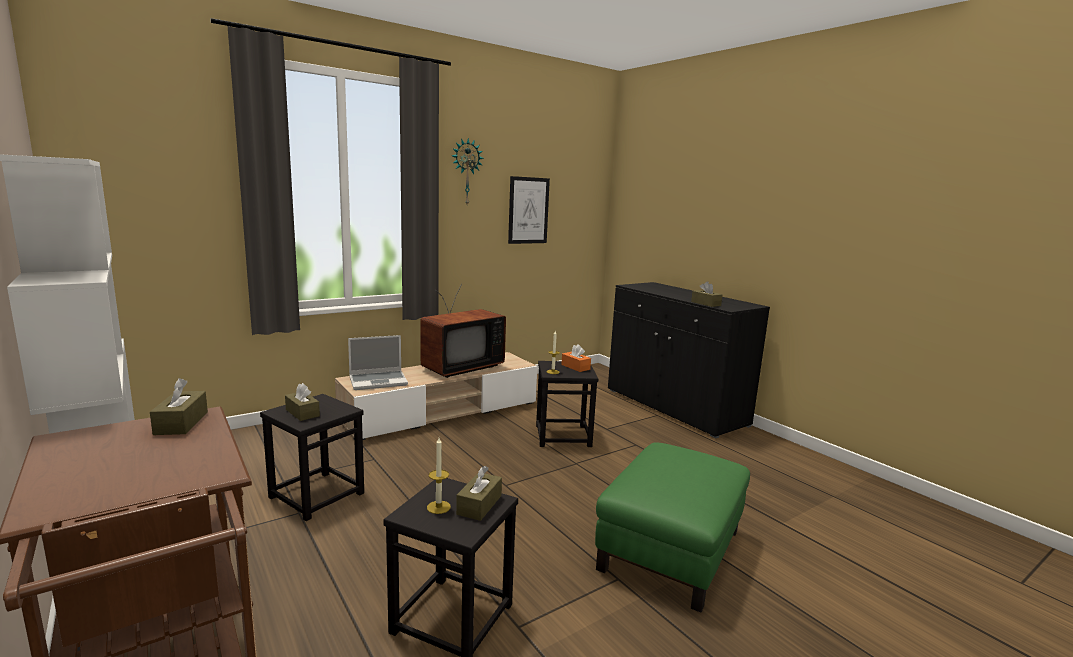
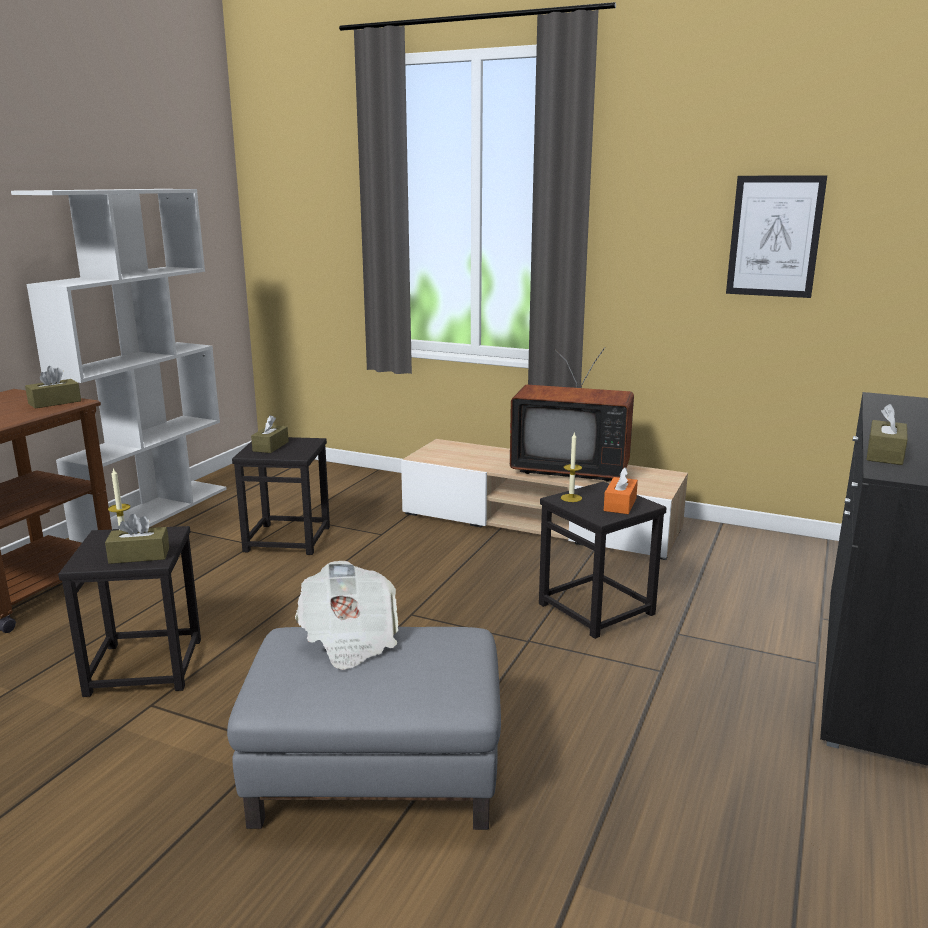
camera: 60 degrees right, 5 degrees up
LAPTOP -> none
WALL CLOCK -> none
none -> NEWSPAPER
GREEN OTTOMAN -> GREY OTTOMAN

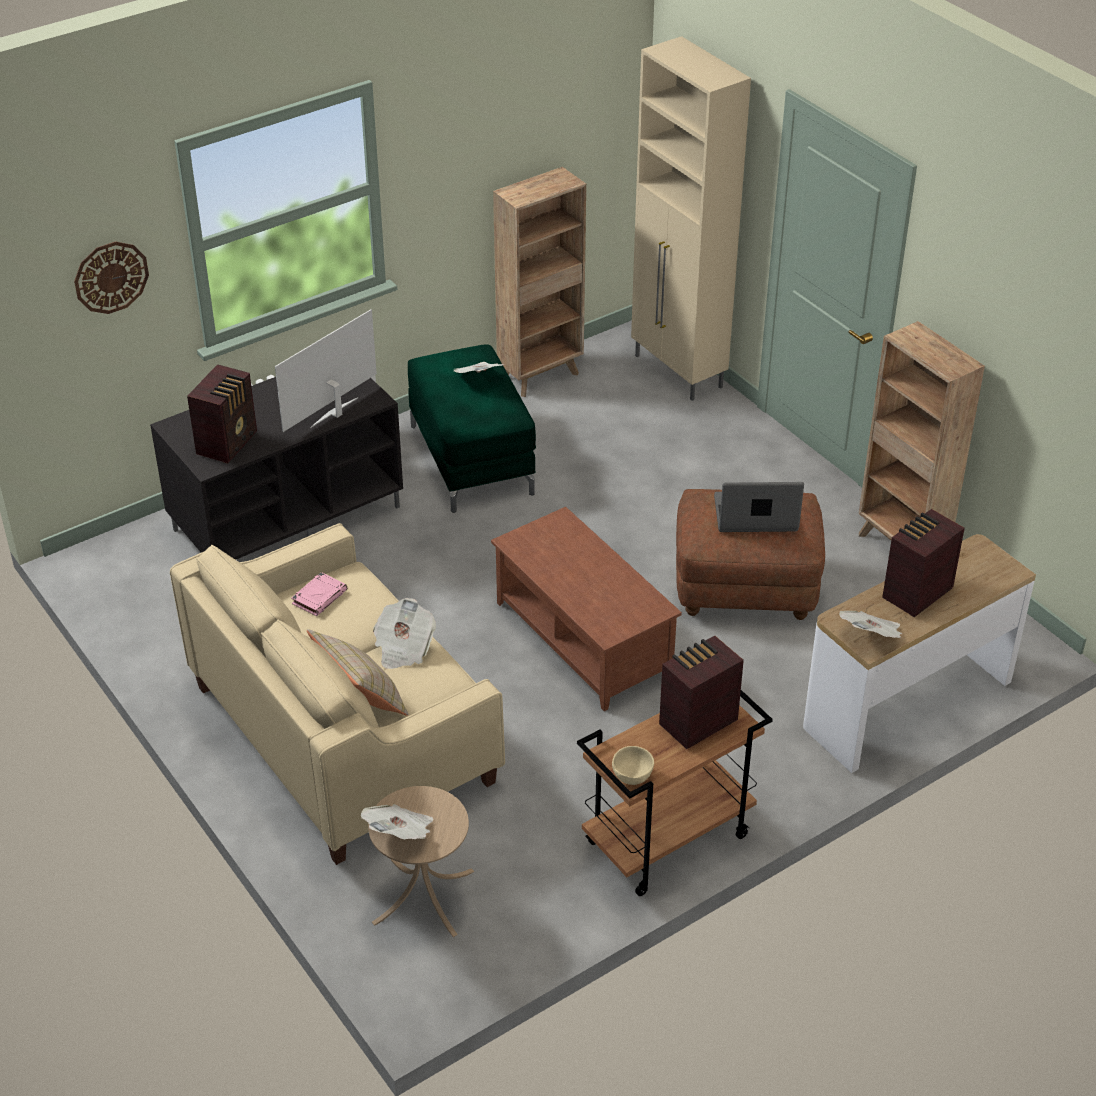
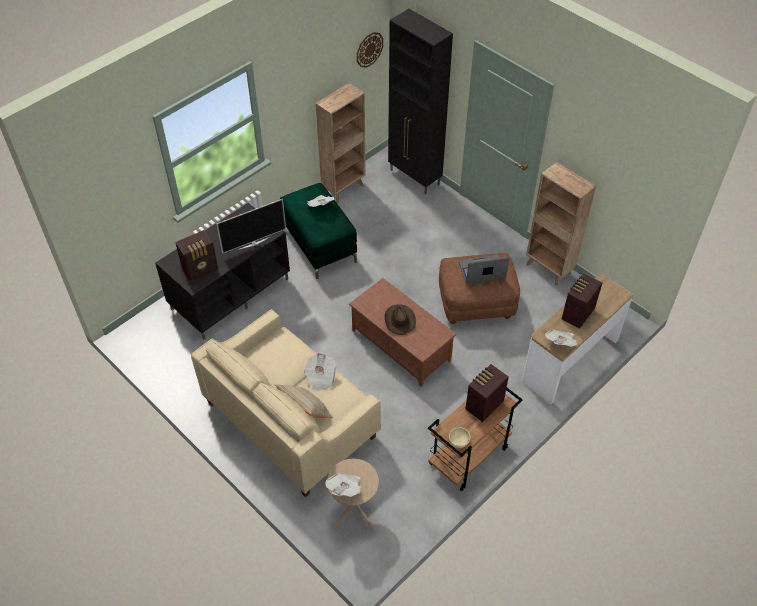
camera: 10 degrees left, 10 degrees up
PINK BOOK -> none
none -> BROWN HAT
WALL CLOCK, relocated
BEIGE CABINET -> BLACK CABINET
RADIO (no. 1 from left), 45 degrees clockwise
TELEVISION, 150 degrees counterclockwise

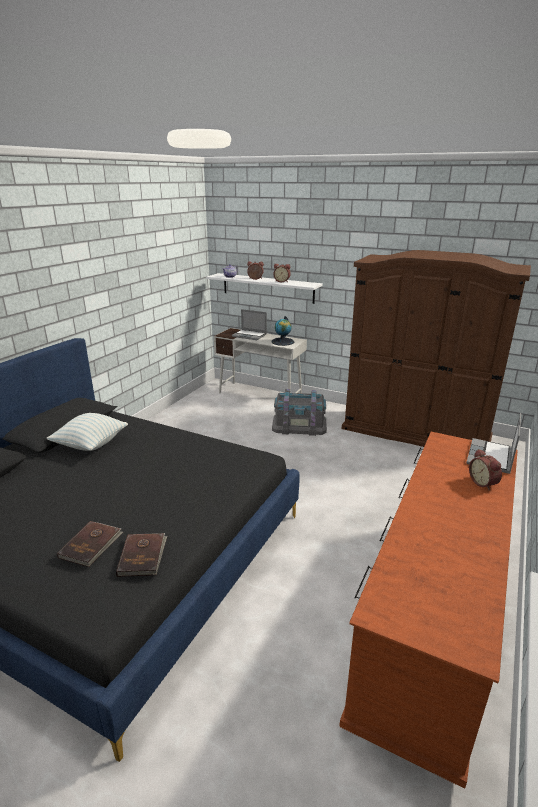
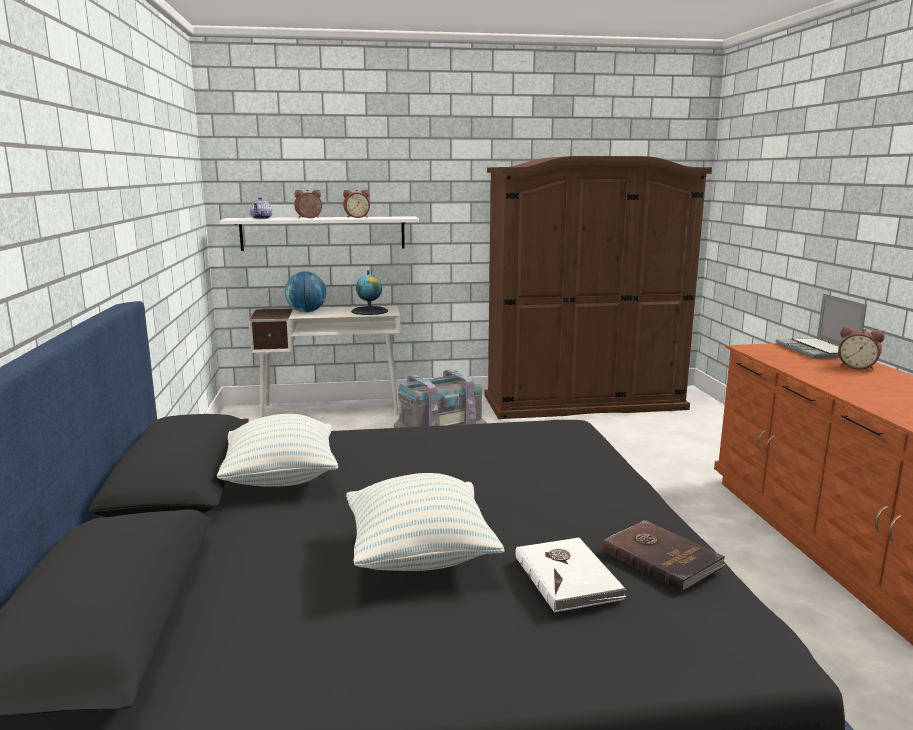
camera: 35 degrees left, 10 degrees down
none -> PILLOW (no. 2 from left)
LAPTOP (no. 1 from left) -> GLOBE (no. 1 from left)
BROWN BOOK (no. 1 from left) -> WHITE BOOK

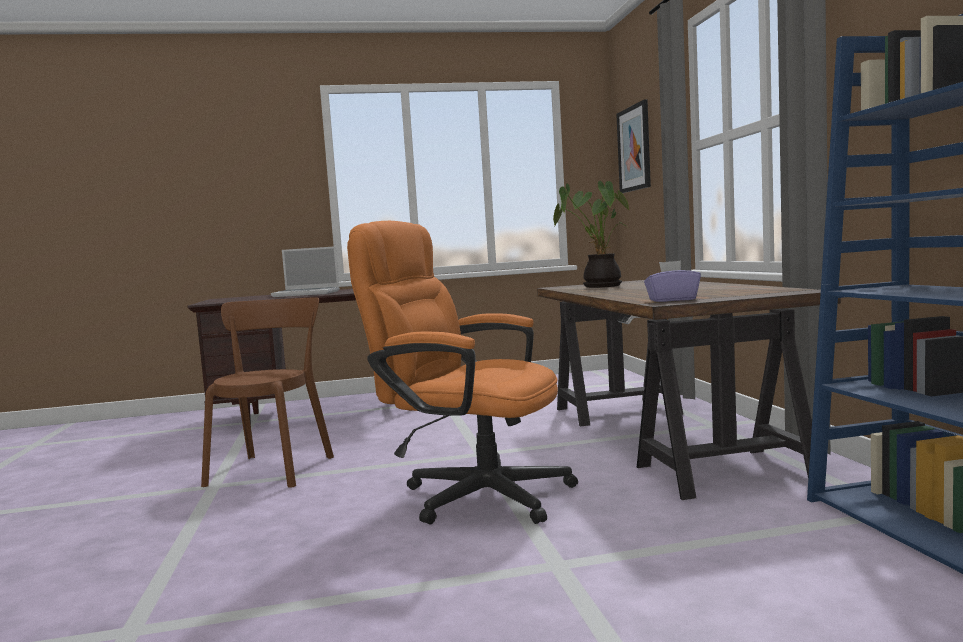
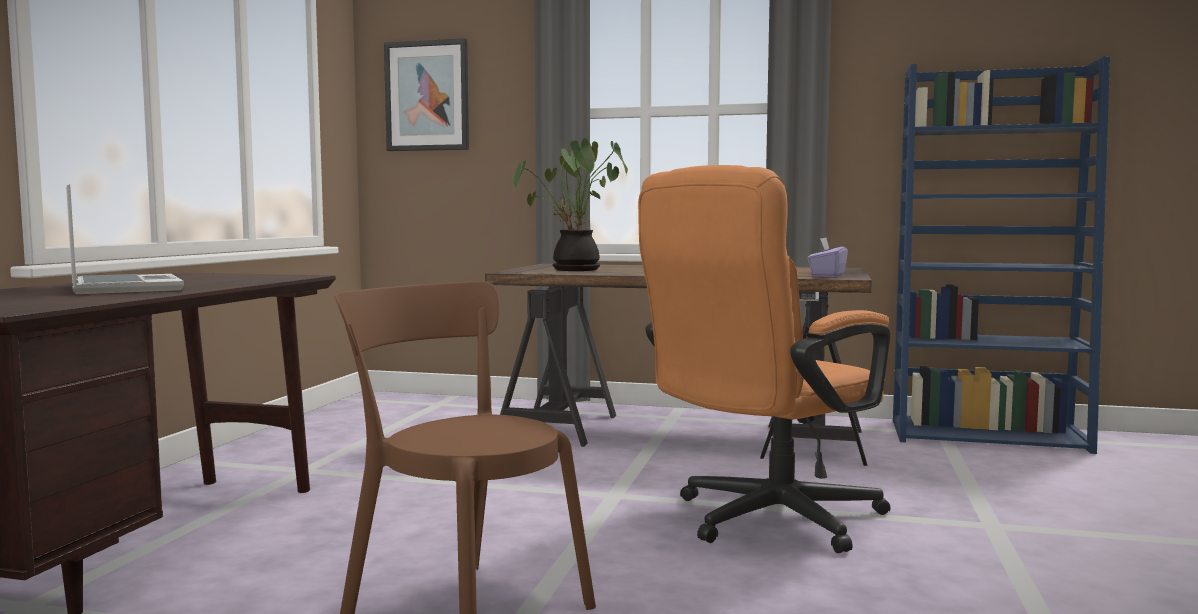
camera: 65 degrees left, 0 degrees up
LAPTOP, 60 degrees counterclockwise

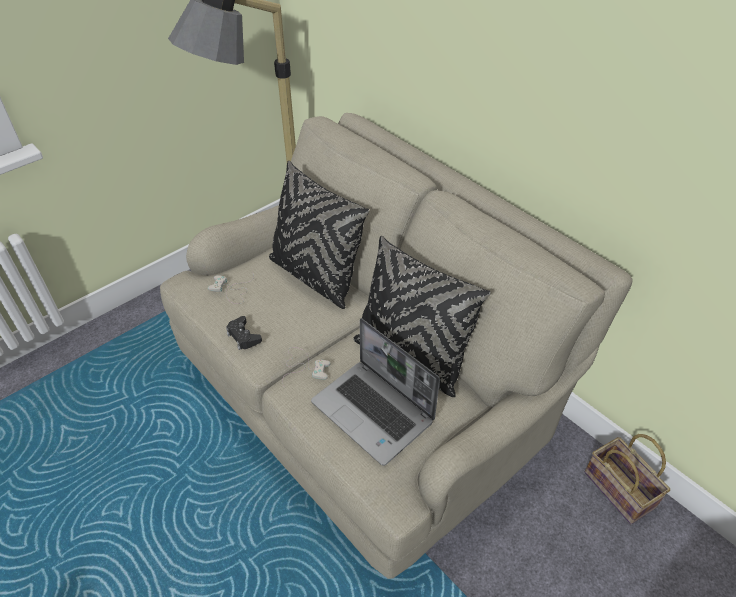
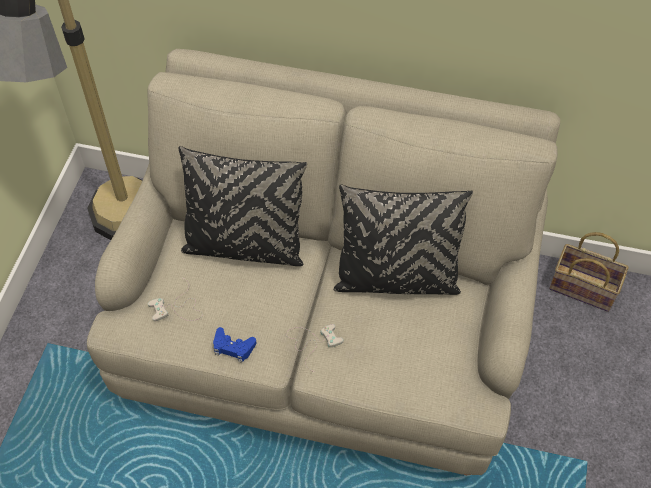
camera: 35 degrees left, 10 degrees up
LAPTOP -> none
BLACK GAME CONTROLLER -> BLUE GAME CONTROLLER

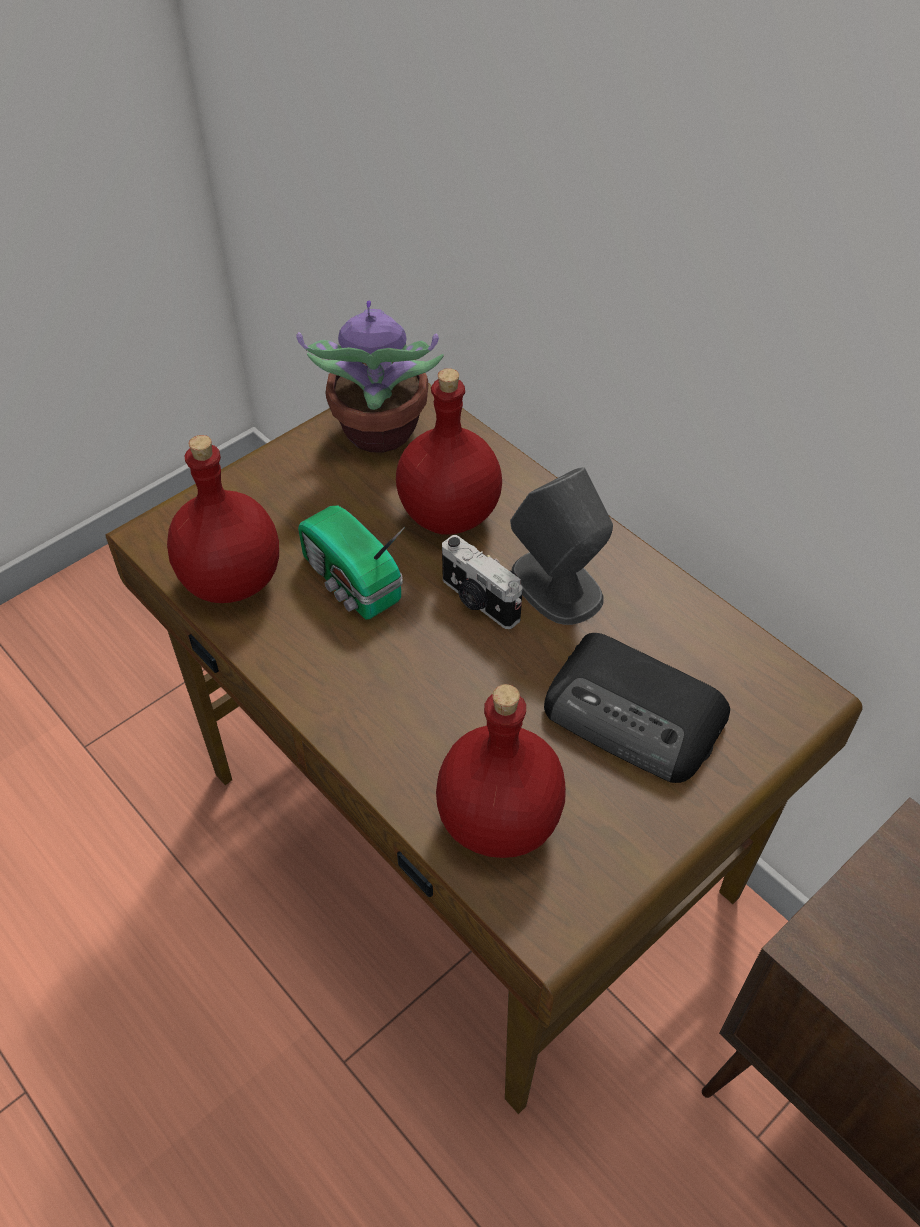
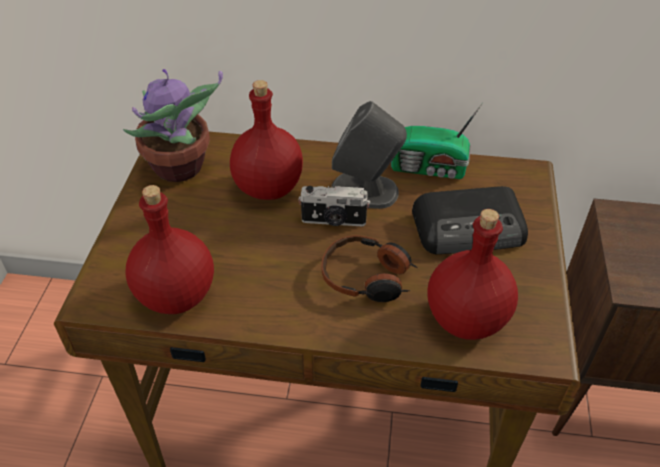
camera: 40 degrees left, 5 degrees down
none -> HEADPHONES
RADIO (no. 1 from left), relocated

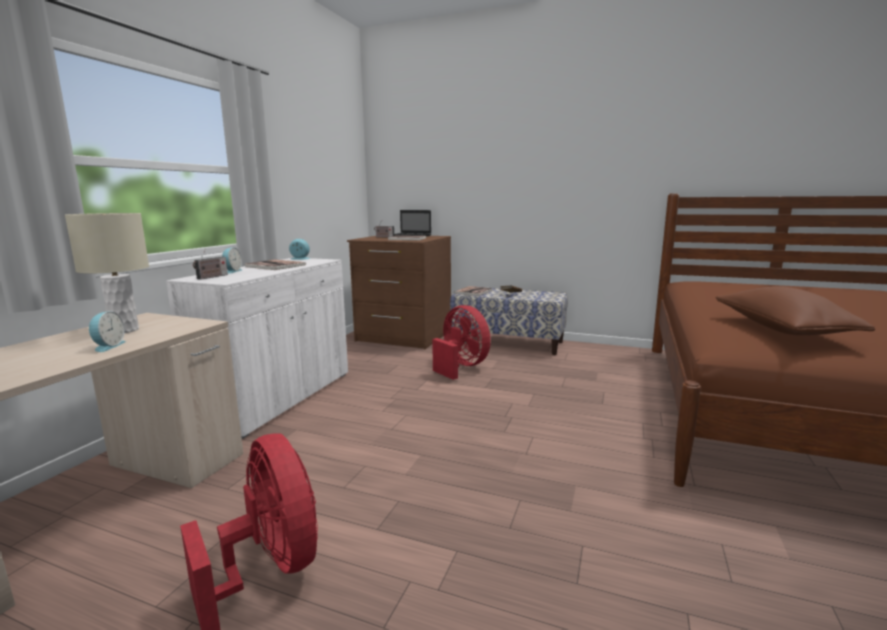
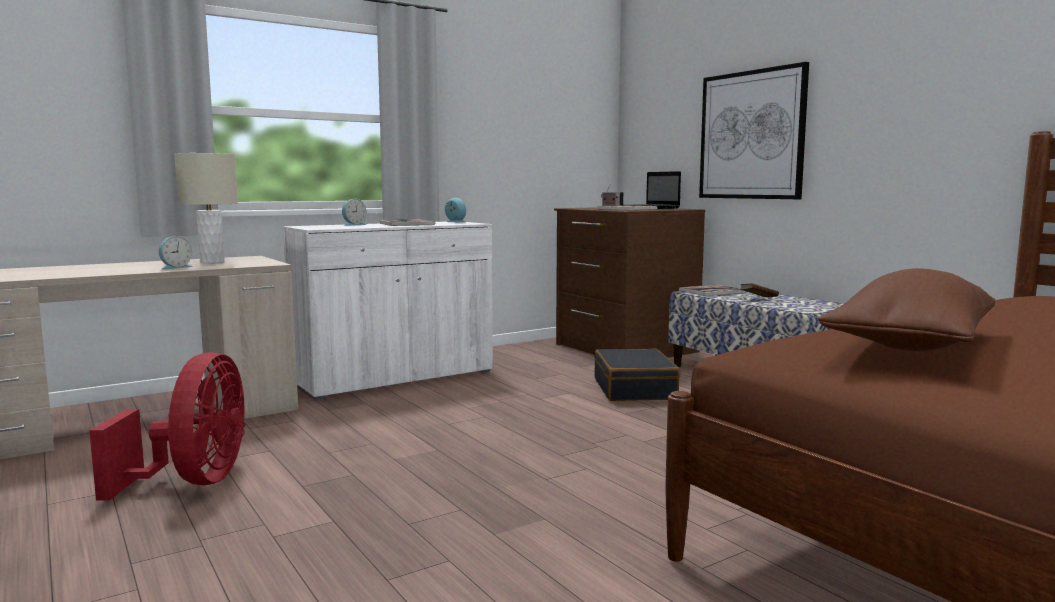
camera: 35 degrees right, 5 degrees down
RADIO (no. 1 from left) -> none
none -> PICTURE
RED FAN (no. 2 from left) -> BLACK SUITCASE

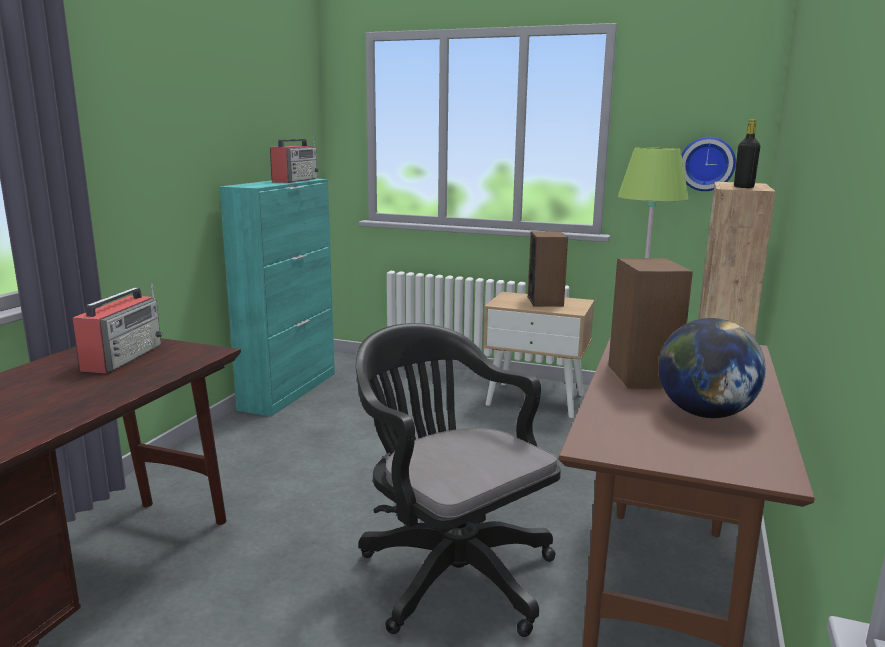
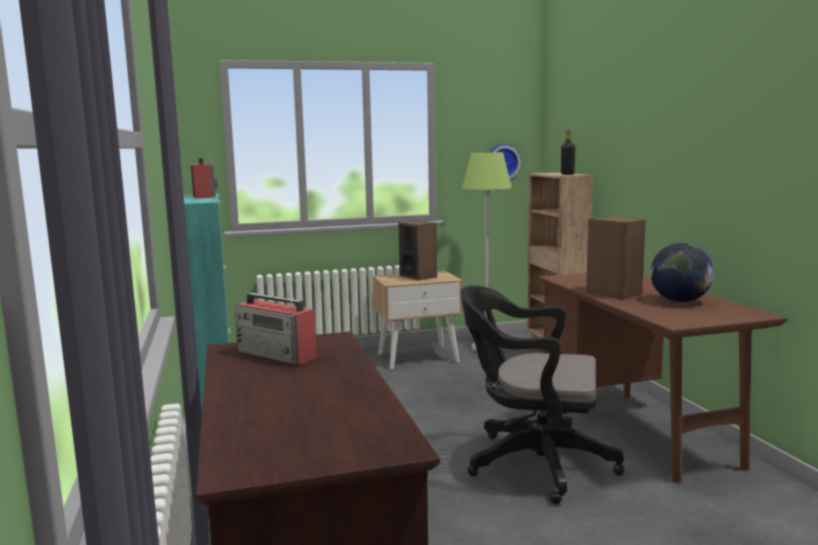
camera: 35 degrees left, 5 degrees down
RADIO (no. 1 from left in the first image) -> RADIO (no. 2 from left), 150 degrees clockwise

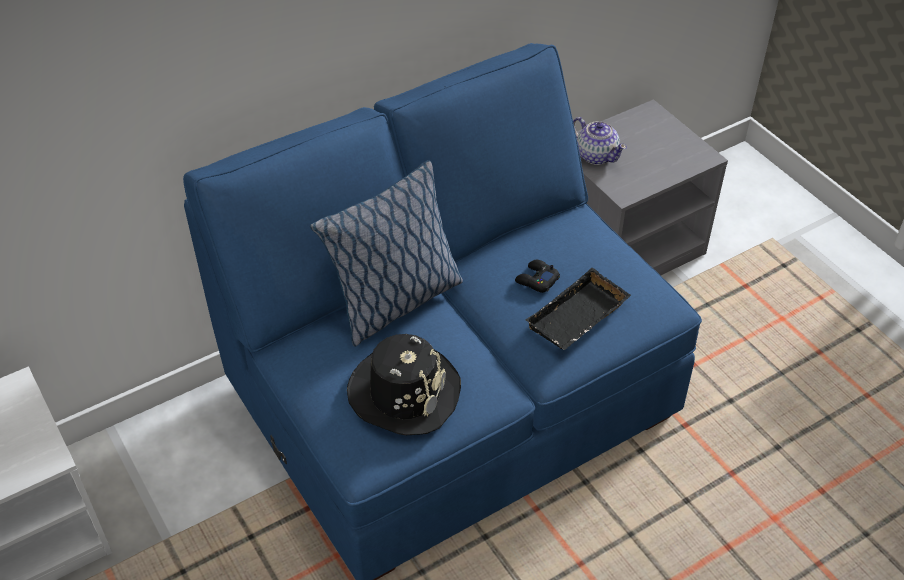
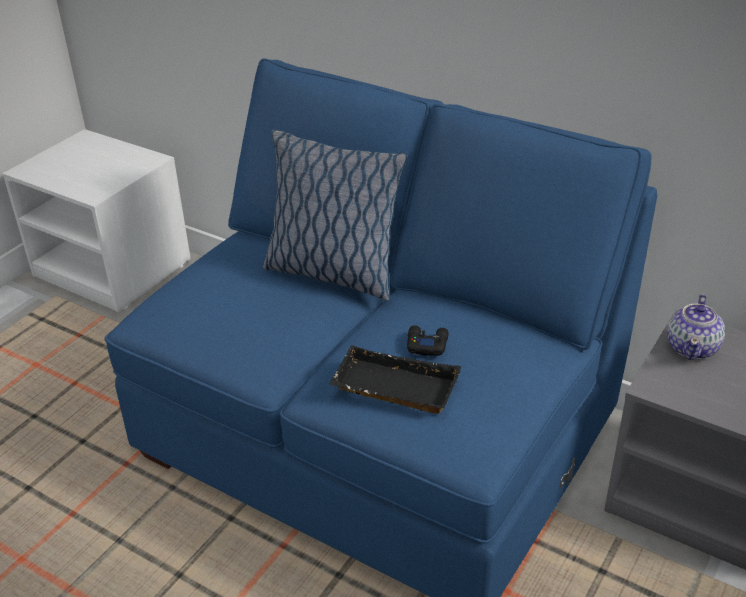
camera: 65 degrees right, 10 degrees down
BLACK HAT -> none

